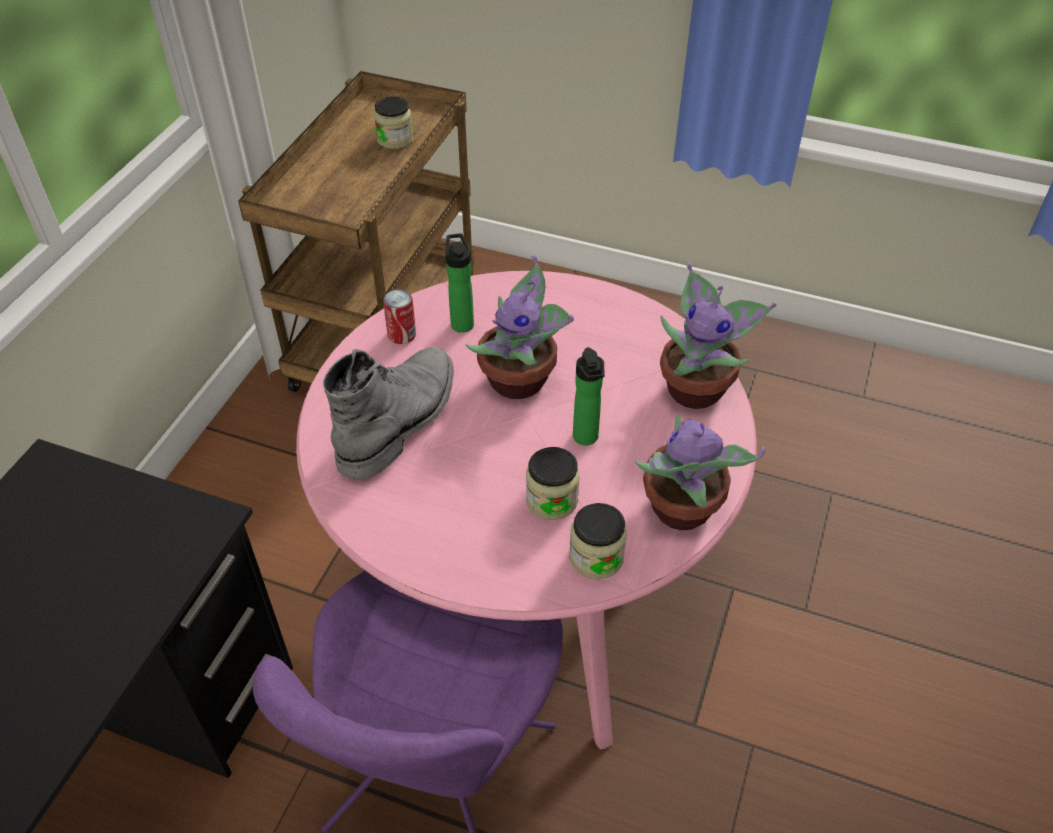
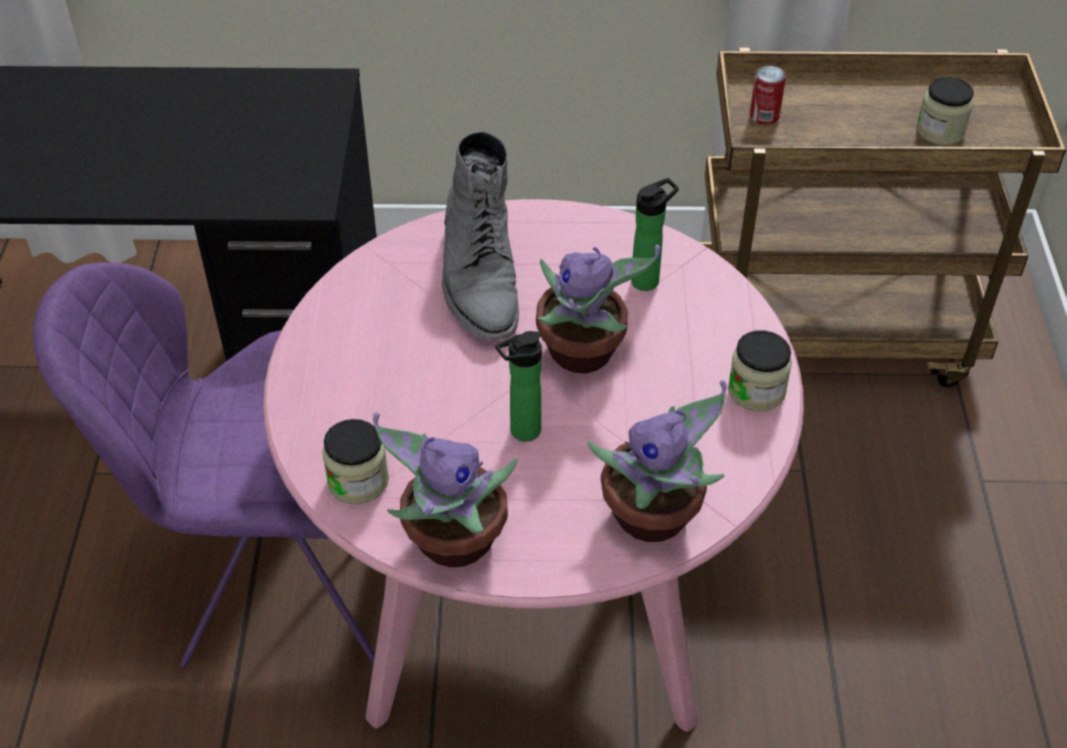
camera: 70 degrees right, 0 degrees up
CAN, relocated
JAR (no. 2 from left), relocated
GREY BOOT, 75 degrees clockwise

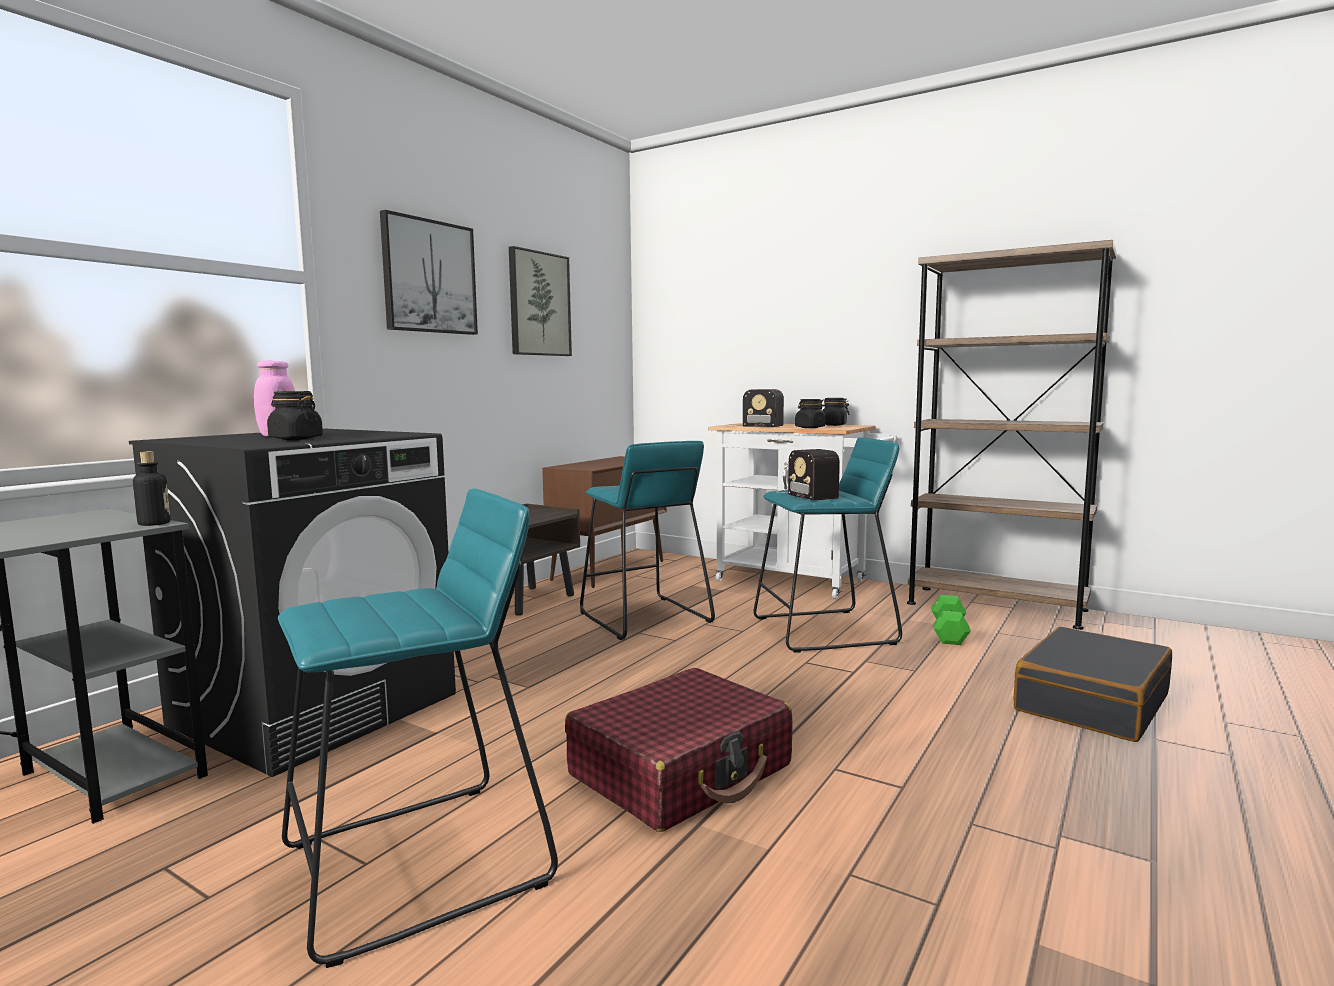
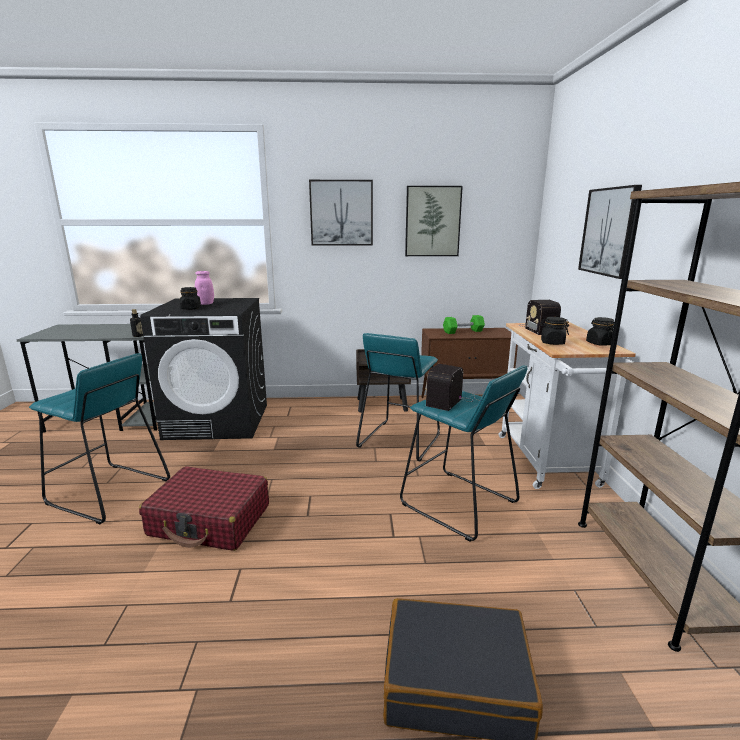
camera: 55 degrees right, 10 degrees up
none -> PICTURE (no. 3 from left)
GREEN DUMBBELL, relocated

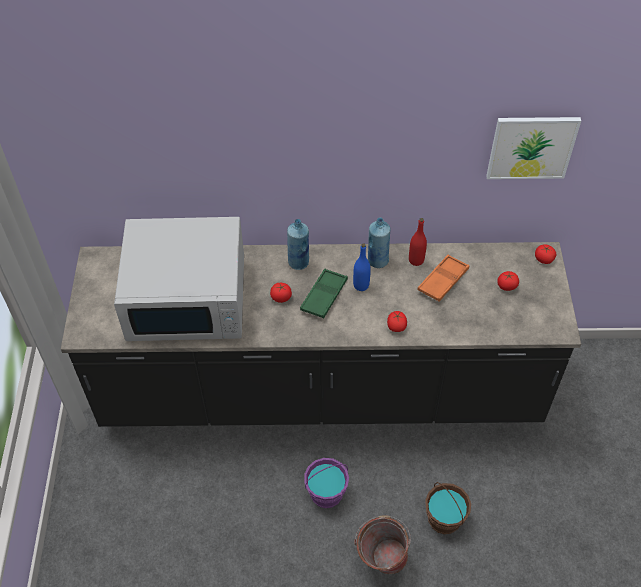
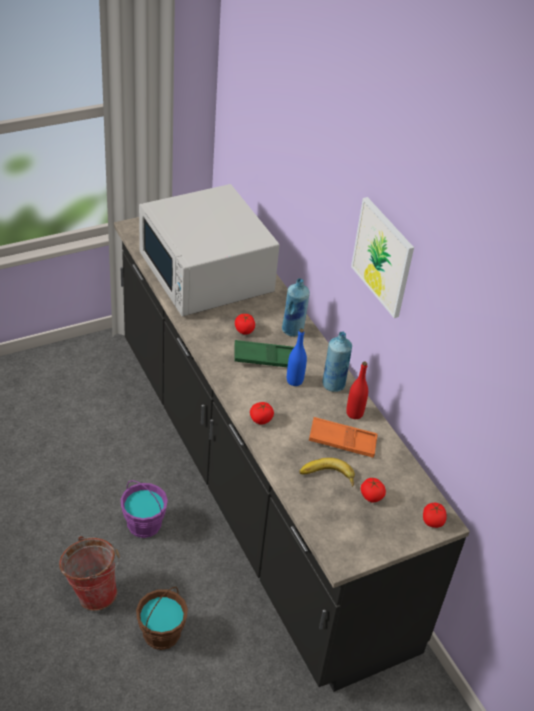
camera: 60 degrees right, 10 degrees down
none -> BANANA
PICTURE, relocated

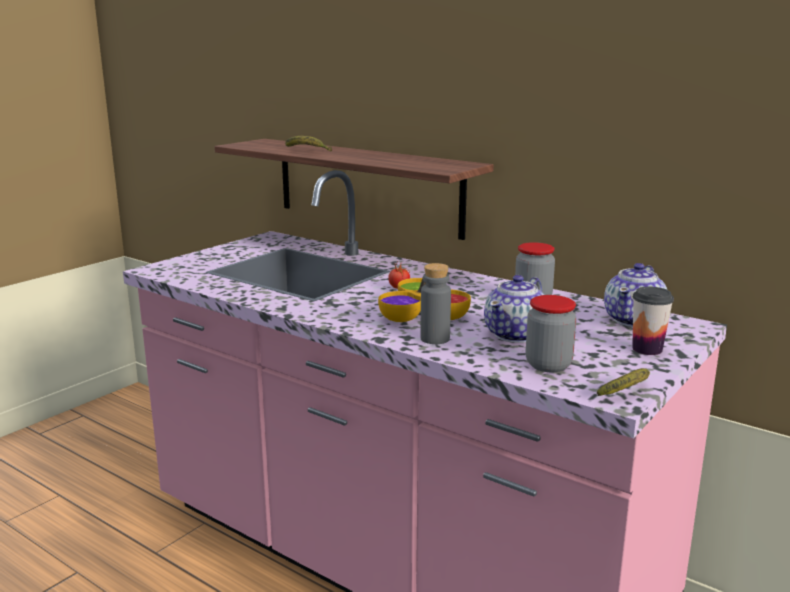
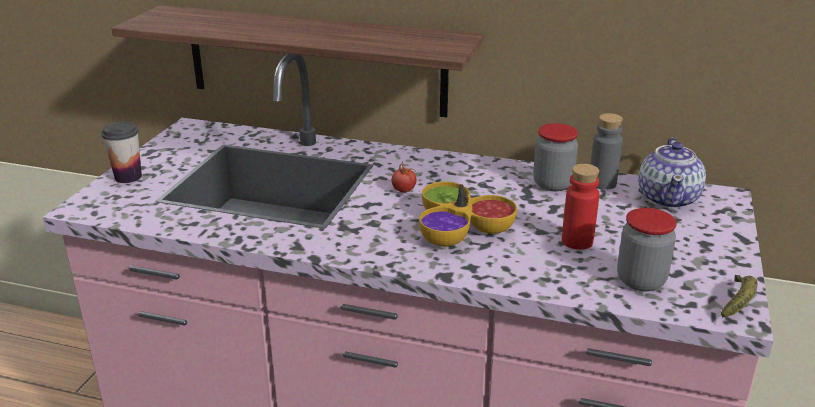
camera: 20 degrees left, 10 degrees up
BANANA (no. 1 from left) -> none
GREY BOTTLE, relocated
CUP, relocated
TEAPOT (no. 1 from left) -> RED BOTTLE

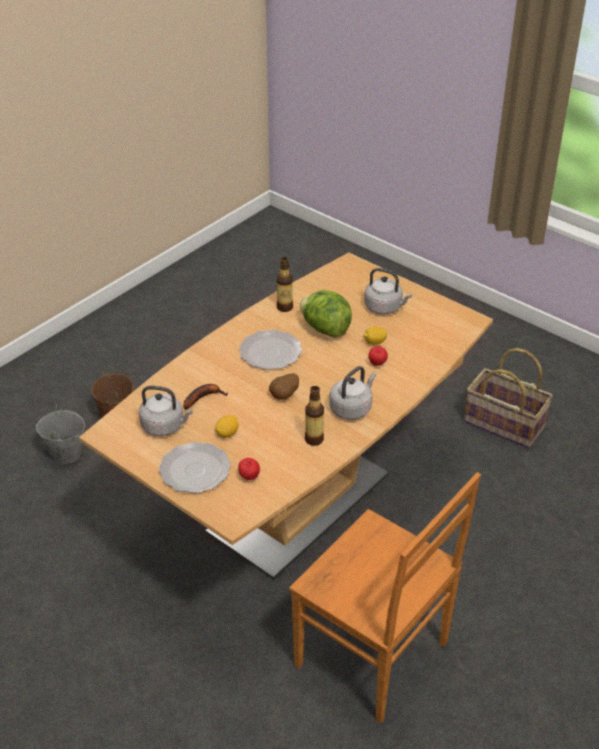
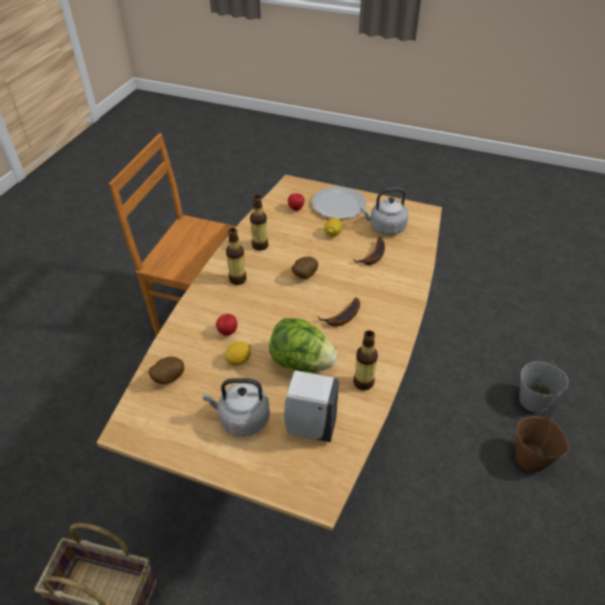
camera: 160 degrees right, 5 degrees up
none -> POTATO (no. 1 from left)
none -> WHITE SOAP DISPENSER
PLATE (no. 2 from left) -> BANANA (no. 1 from left)
GREY KETTLE (no. 2 from left) -> BOTTLE (no. 1 from left)

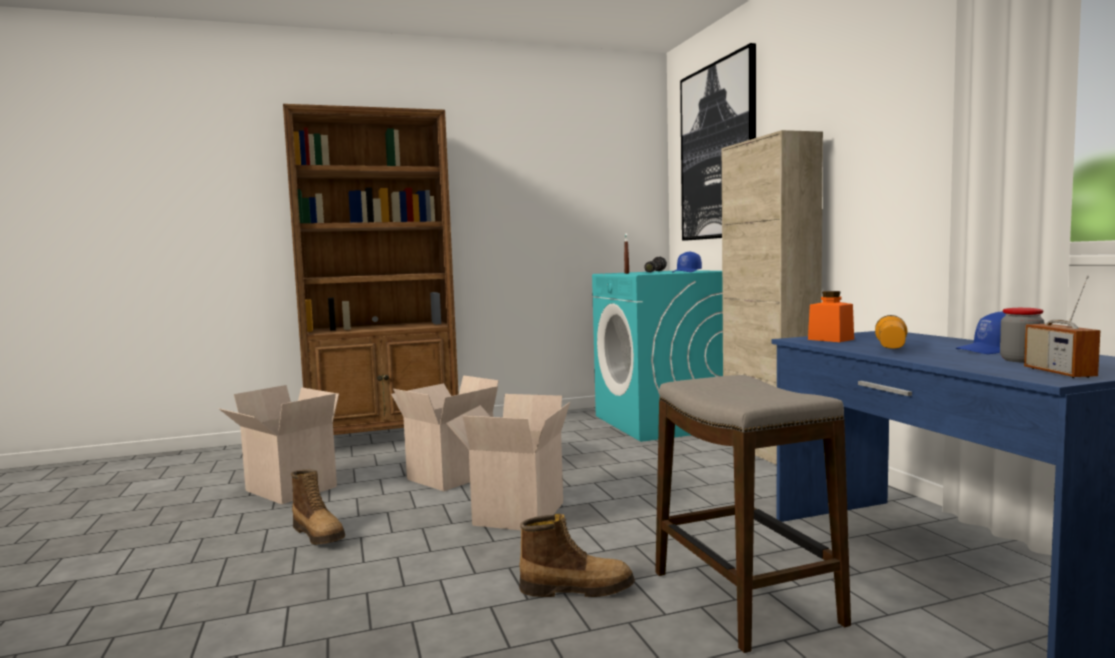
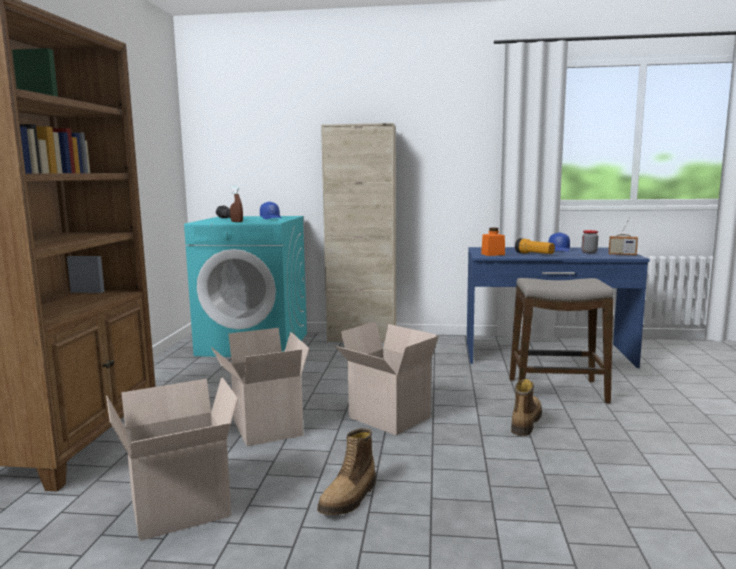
camera: 65 degrees left, 5 degrees up
PICTURE -> none
BOOT (no. 1 from left), 135 degrees clockwise

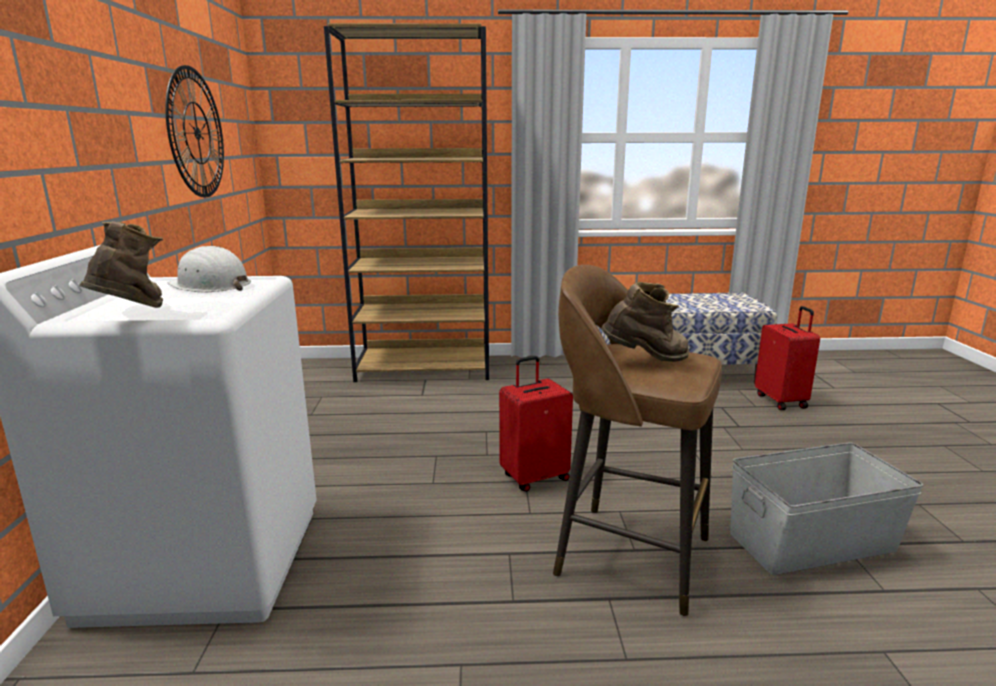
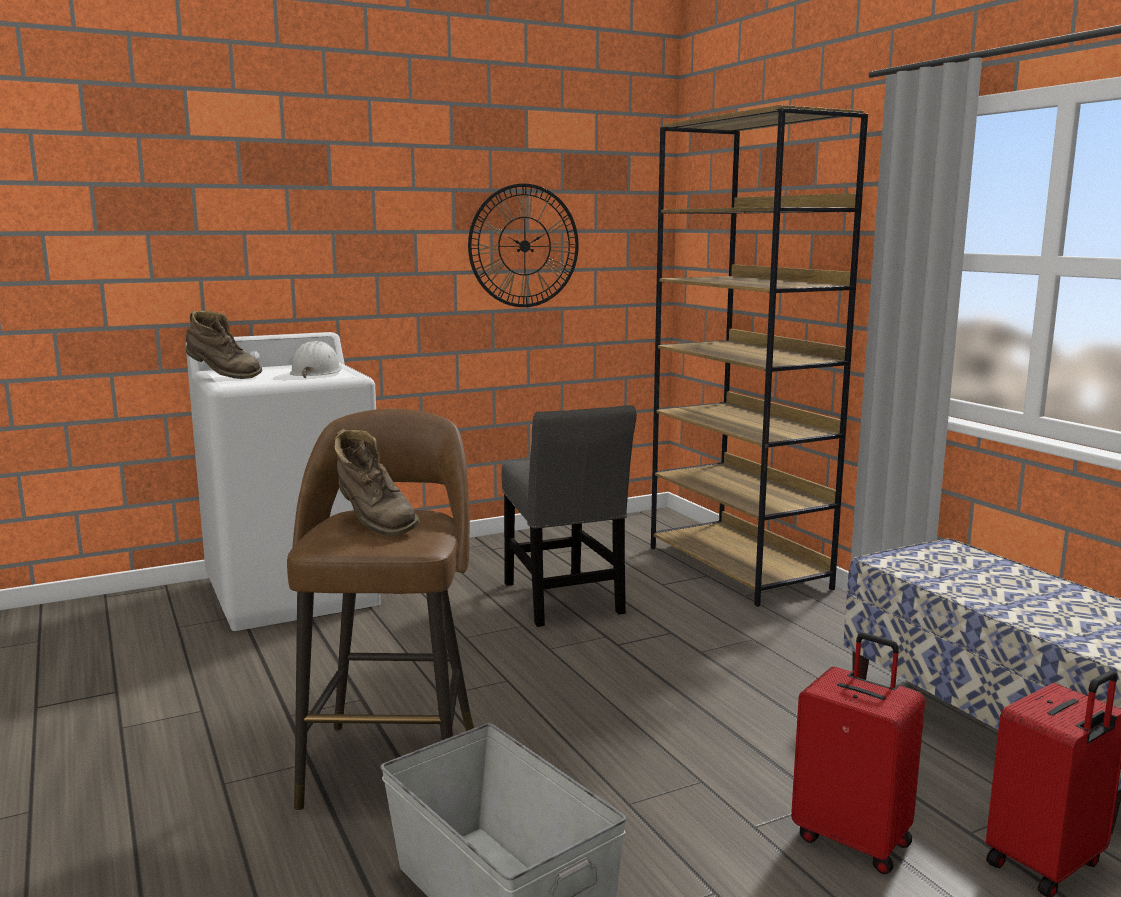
camera: 65 degrees right, 5 degrees down
none -> GREY CHAIR
RED SUITCASE (no. 1 from left), relocated
BROWN BOOT (no. 1 from left), 45 degrees clockwise

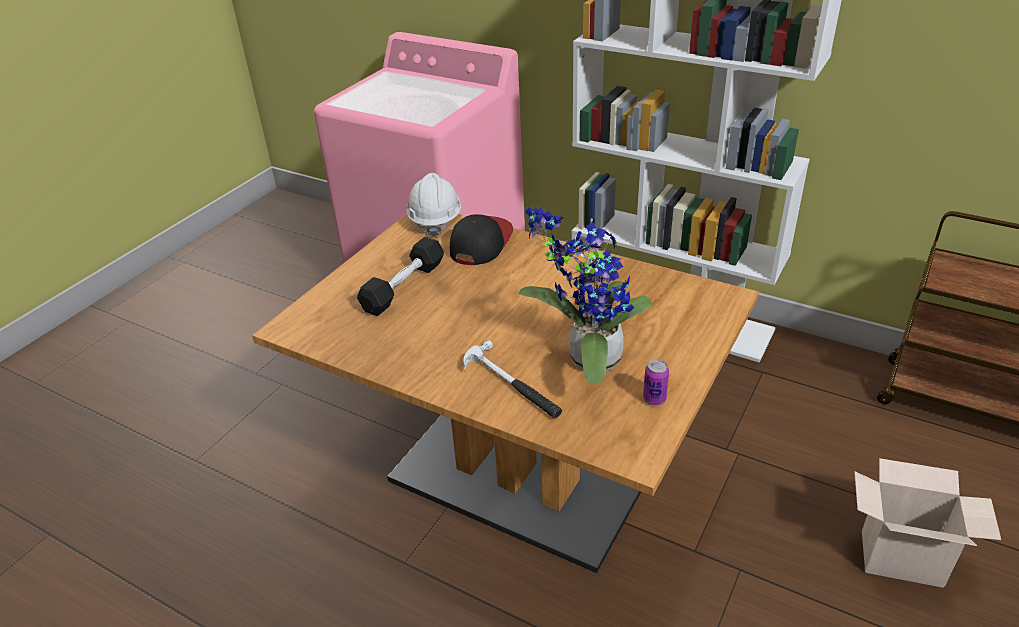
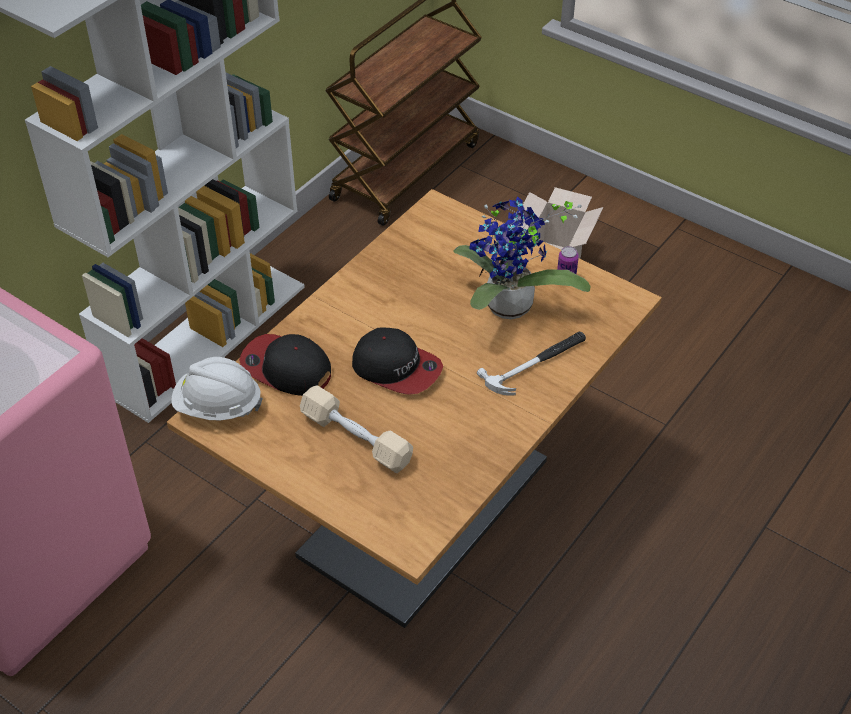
camera: 85 degrees left, 10 degrees up
none -> CAP (no. 2 from left)
BLACK DUMBBELL -> BEIGE DUMBBELL

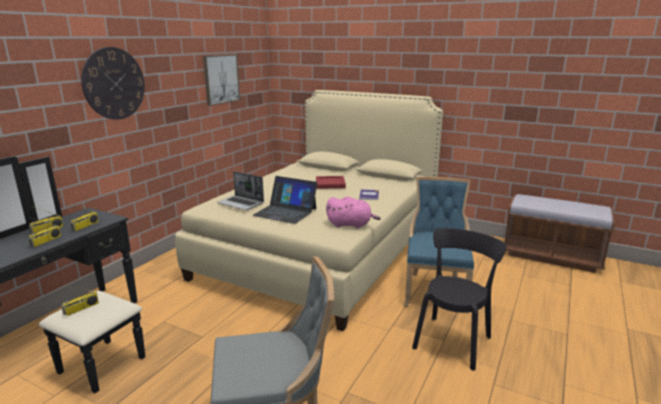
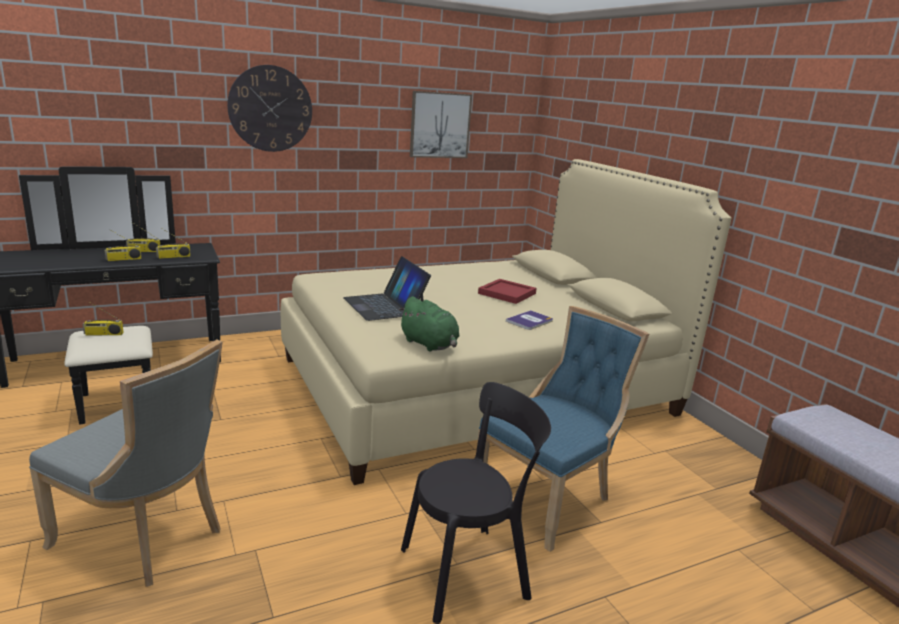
camera: 35 degrees right, 0 degrees up
LAPTOP (no. 1 from left) -> none
PINK PLUSH TOY -> GREEN PLUSH TOY

